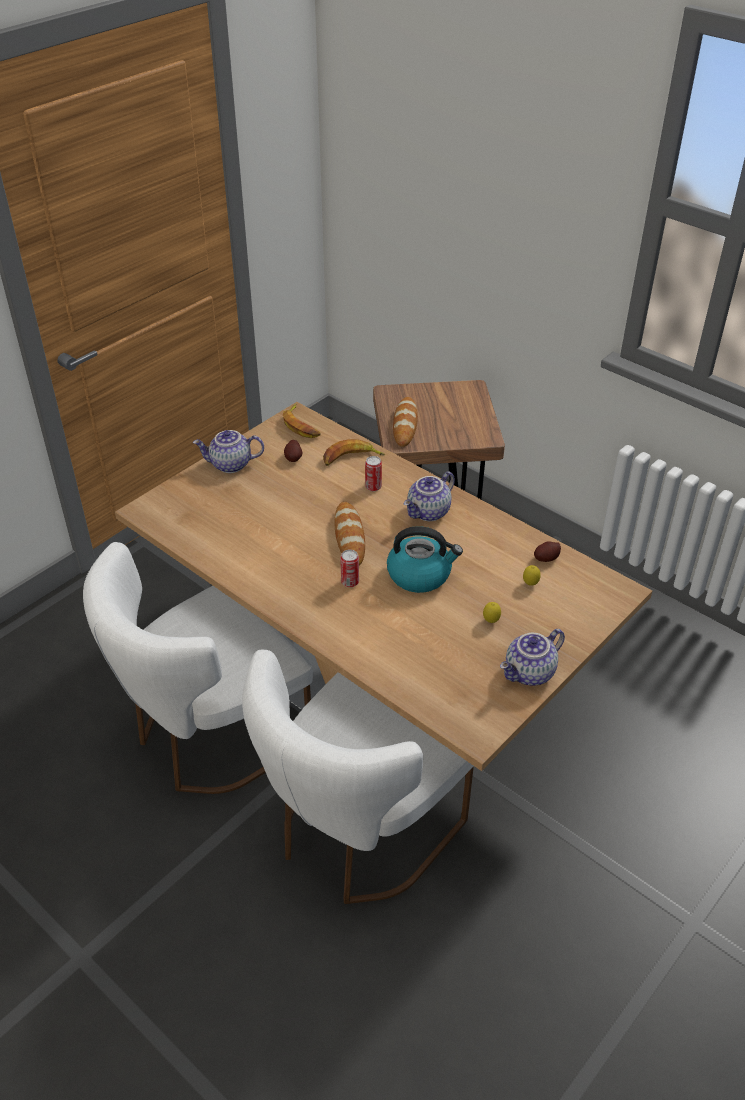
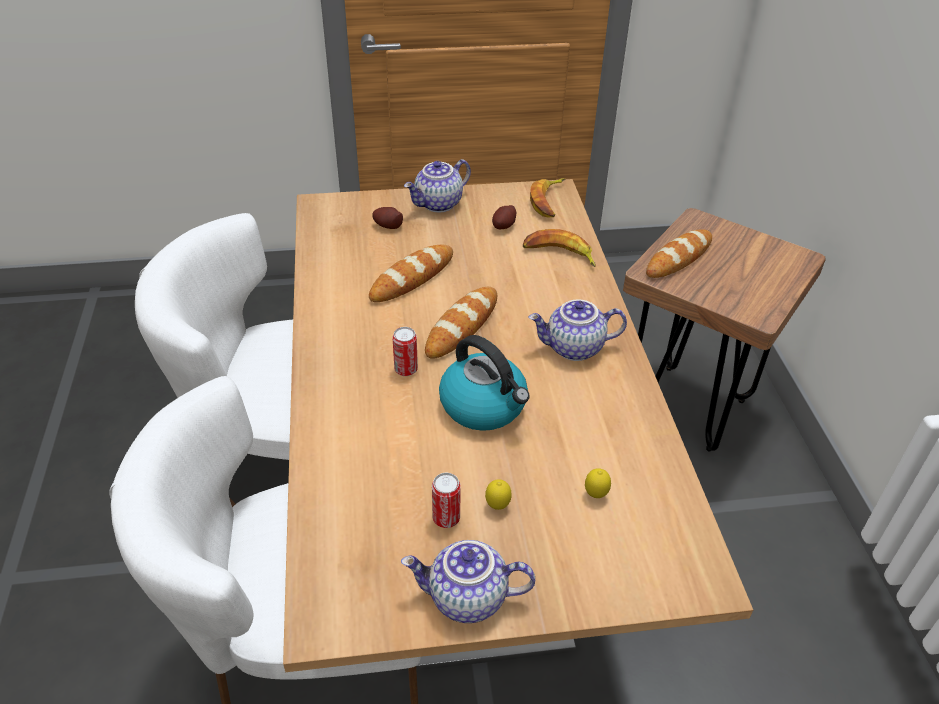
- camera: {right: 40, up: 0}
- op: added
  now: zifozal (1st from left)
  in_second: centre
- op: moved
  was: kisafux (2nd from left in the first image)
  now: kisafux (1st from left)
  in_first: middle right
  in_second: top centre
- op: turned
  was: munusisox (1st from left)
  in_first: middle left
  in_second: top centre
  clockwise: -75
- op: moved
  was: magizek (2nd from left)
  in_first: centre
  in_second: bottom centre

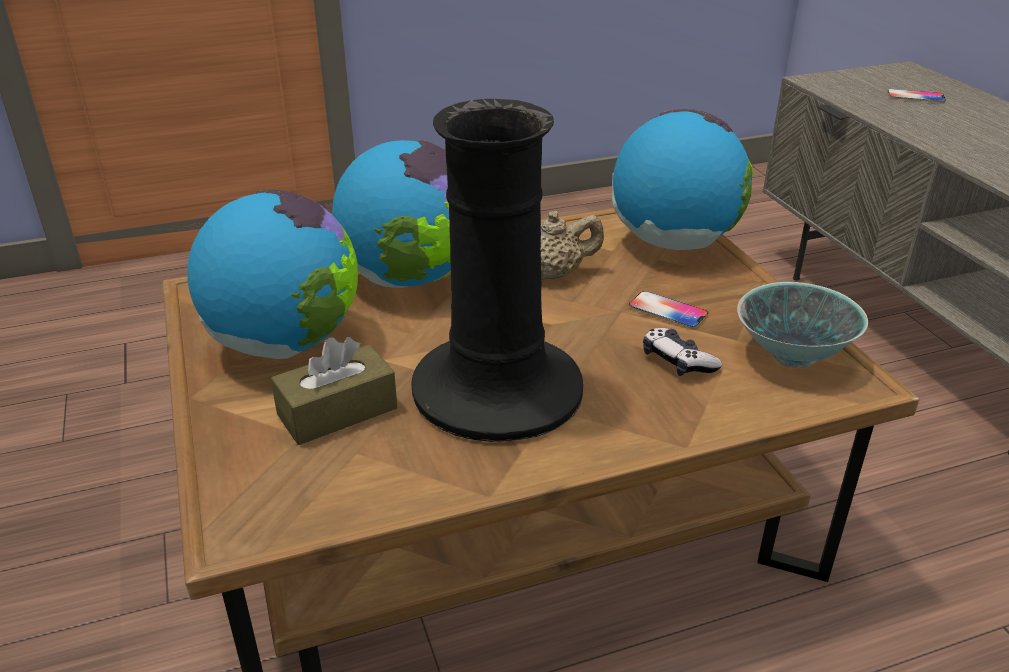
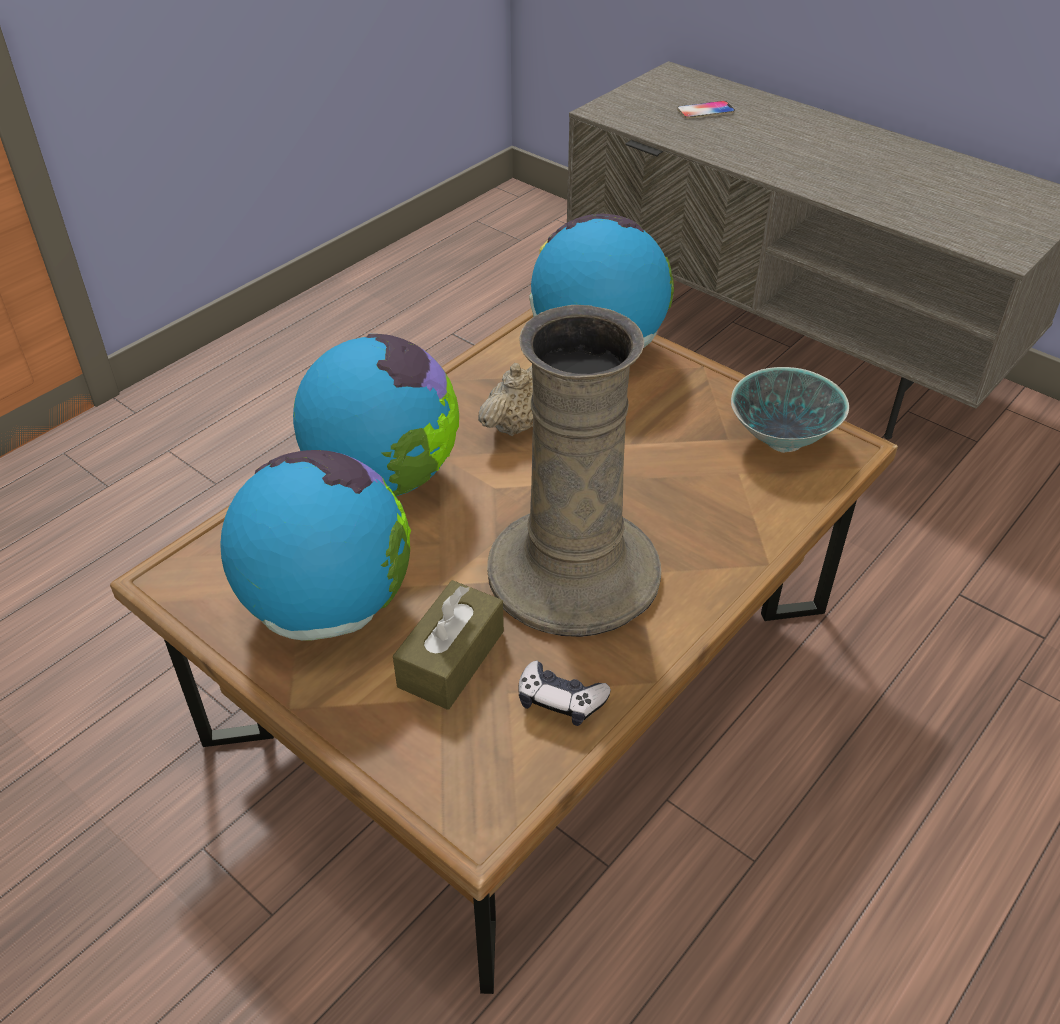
- camera: {right: -30, up: 10}
- op: recoloured
  was: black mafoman
  now: beige mafoman
  in_first: centre
  in_second: centre
- op: moved
  was: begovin
  in_first: middle right
  in_second: bottom centre
- op: removed
  was: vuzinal (1st from left)
  in_first: centre

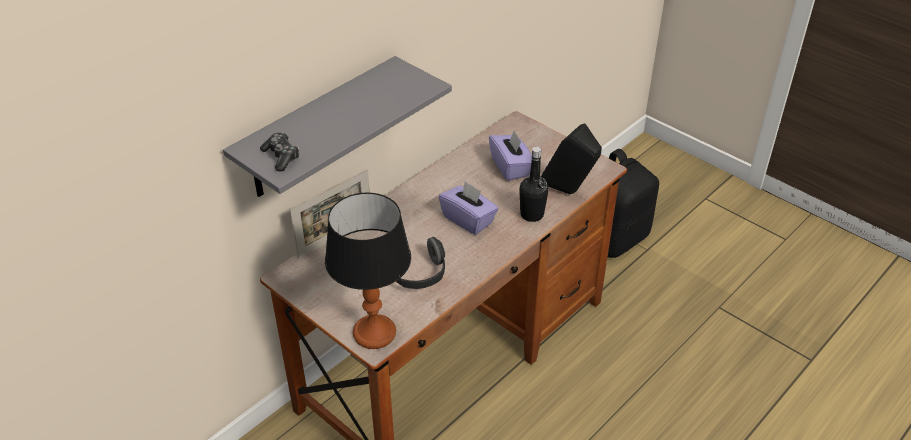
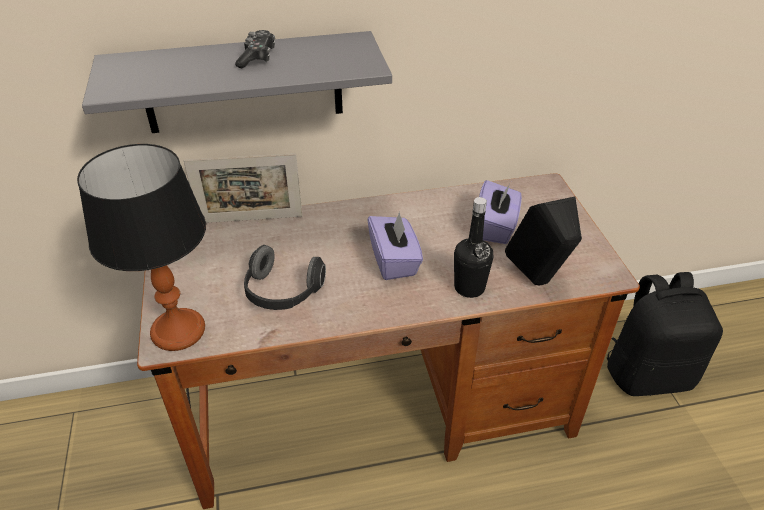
- camera: {right: 35, up: 0}
- op: moved
  was: begovin
  in_first: middle left
  in_second: top centre

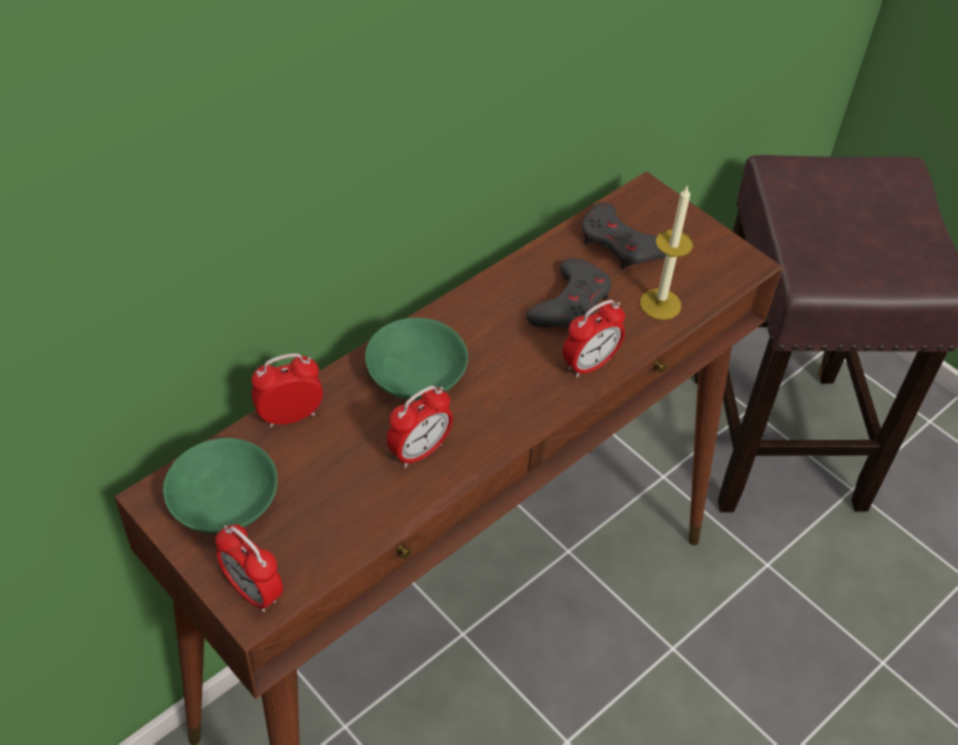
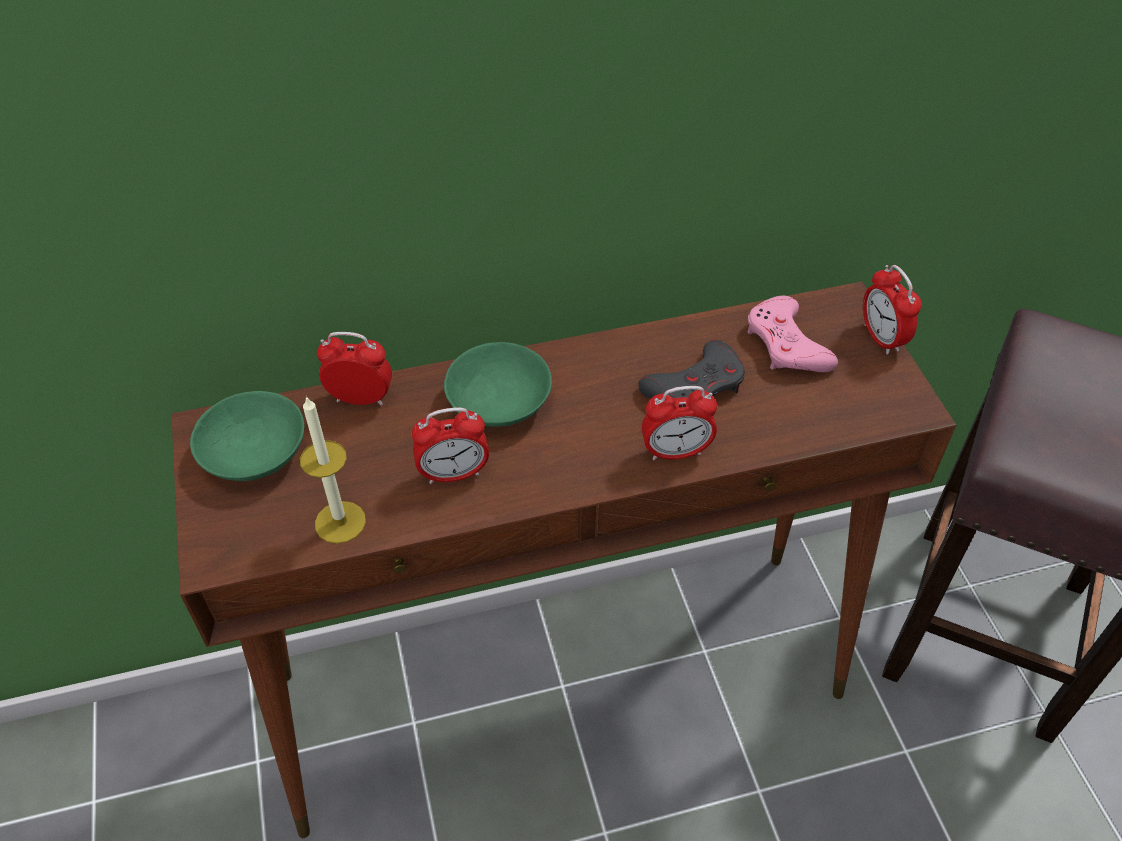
- camera: {right: 30, up: 0}
- op: moved
  was: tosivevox
  in_first: middle right
  in_second: middle left
- op: recoloured
  was: grey begovin (2nd from left)
  now: pink begovin
  in_first: top centre
  in_second: middle right
- op: moved
  was: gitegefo (1st from left in the first image)
  now: gitegefo (4th from left)
  in_first: bottom left
  in_second: middle right

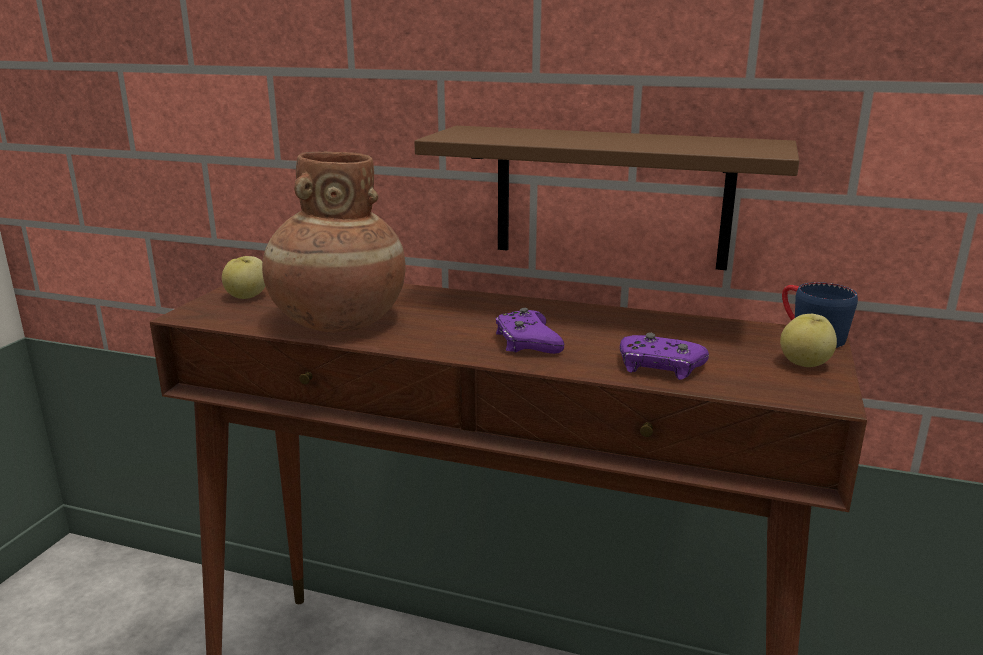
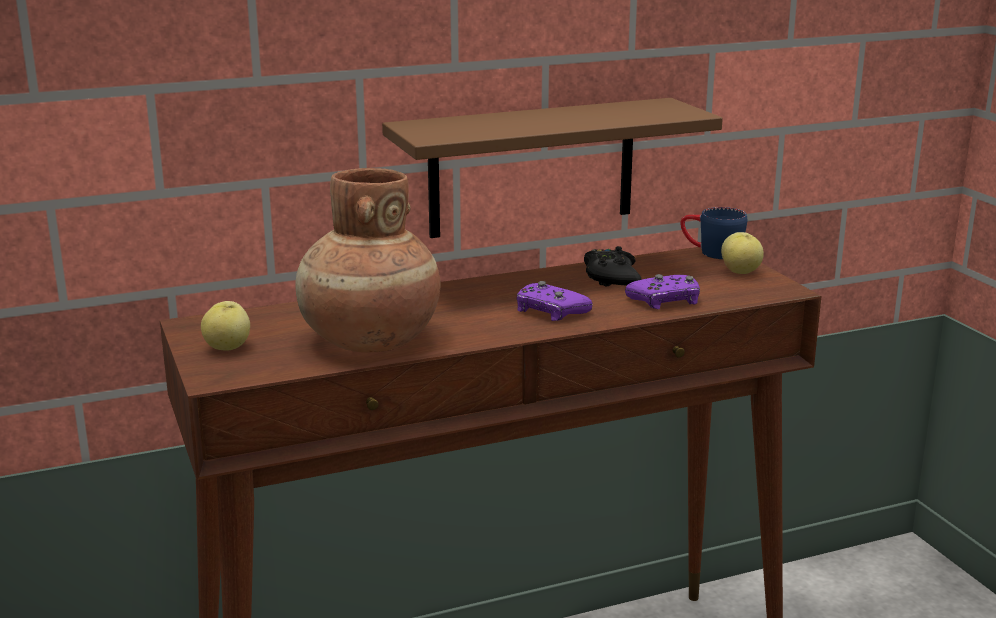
- camera: {right: -40, up: 0}
- op: added
  now: black begovin
  in_second: centre

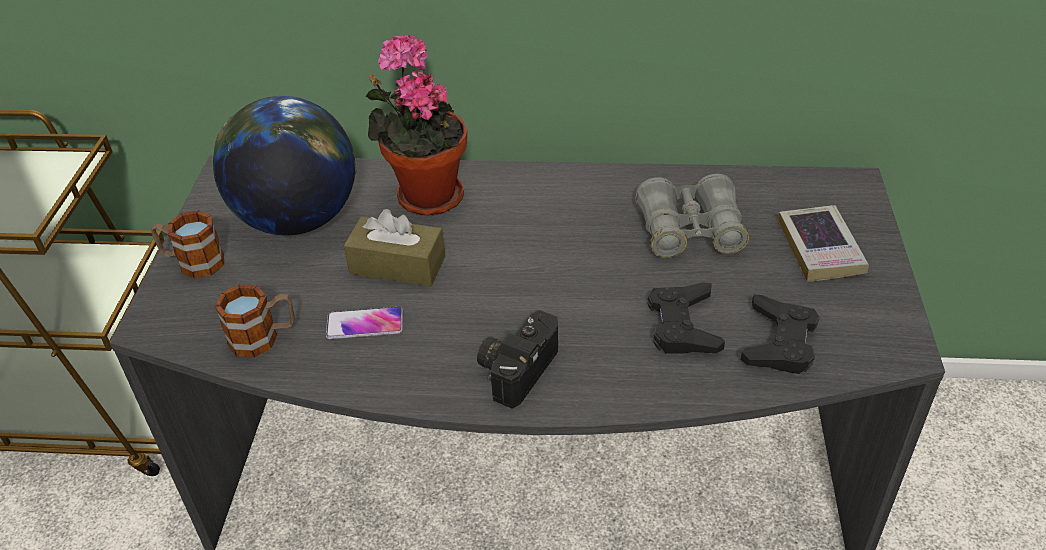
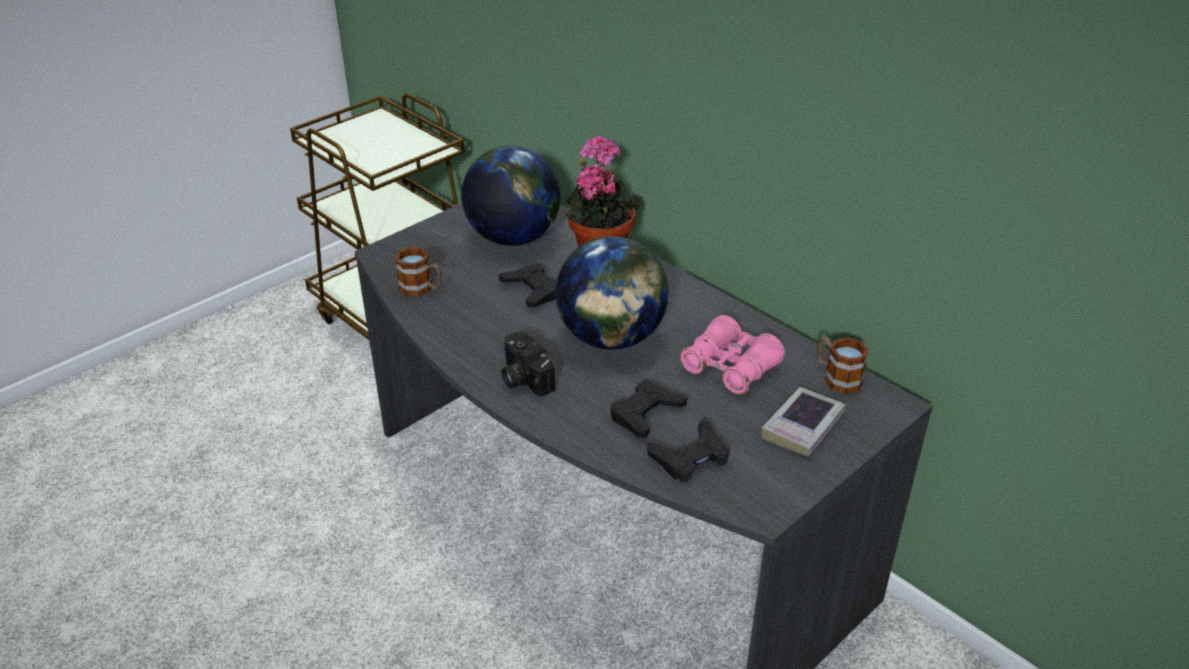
- camera: {right: 40, up: -5}
- op: replaced
  was: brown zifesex
  now: black begovin (1st from left)
  in_first: centre
  in_second: centre
- op: turned
  was: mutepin
  in_first: centre
  in_second: centre
  clockwise: -105
- op: added
  now: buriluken (2nd from left)
  in_second: centre
- op: recoloured
  was: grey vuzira
  now: pink vuzira
  in_first: centre
  in_second: centre
- op: moved
  was: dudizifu (1st from left in the first image)
  now: dudizifu (2nd from left)
  in_first: middle left
  in_second: middle right
- op: removed
  was: vuzinal
  in_first: centre

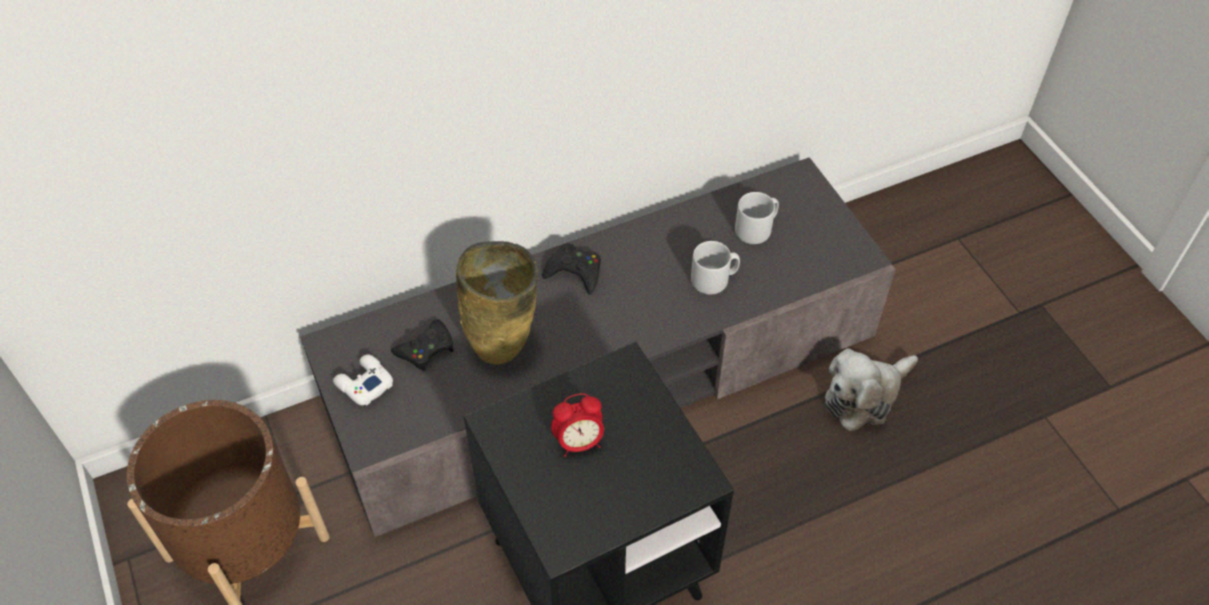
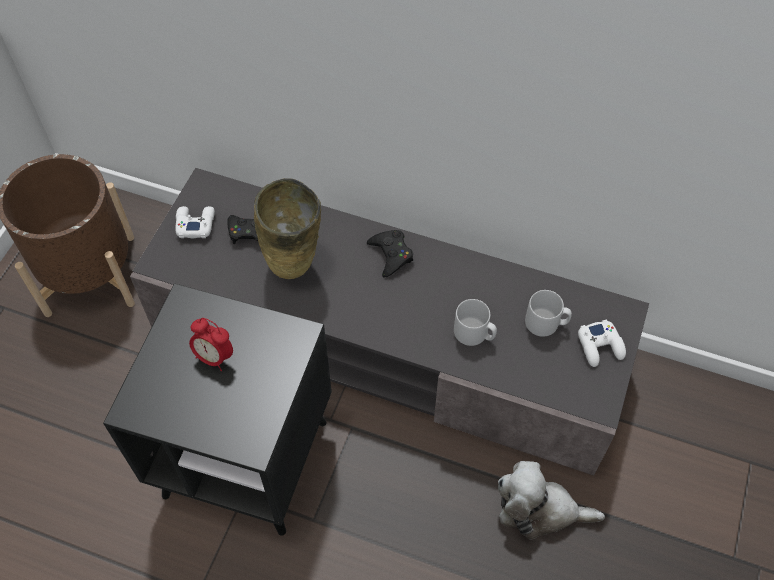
- camera: {right: 45, up: 5}
- op: added
  now: white begovin (2nd from left)
  in_second: middle right

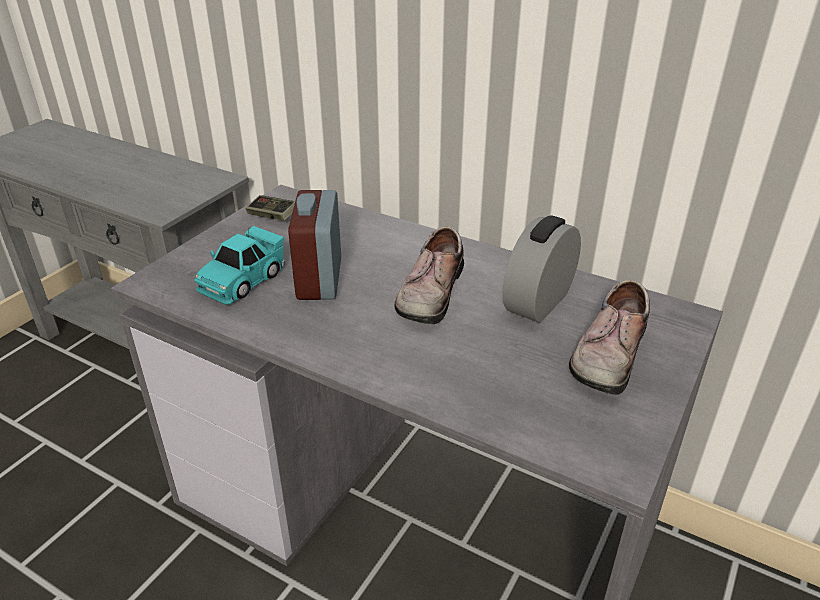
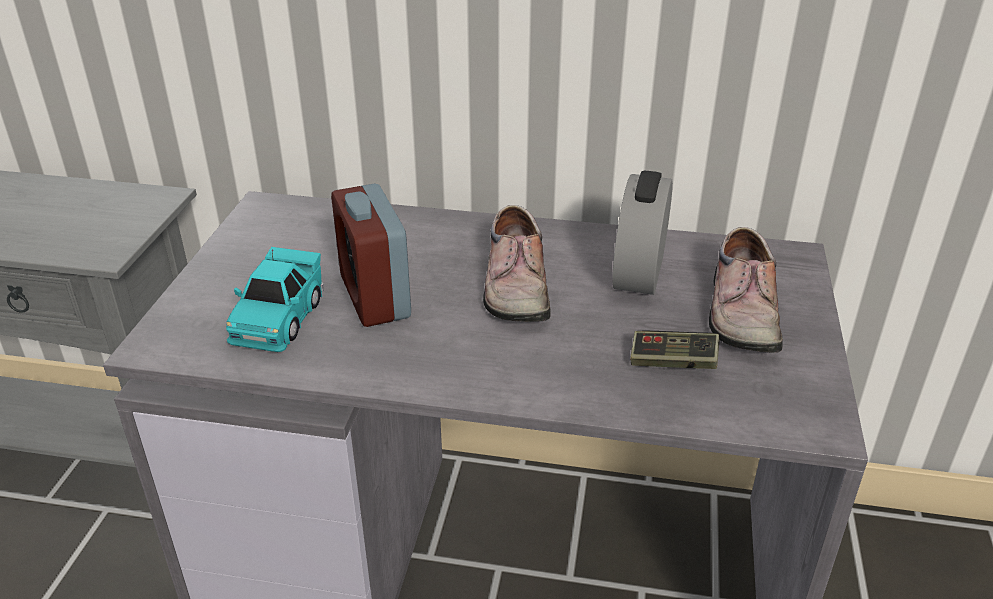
- camera: {right: -20, up: 0}
- op: moved
  was: begovin
  in_first: middle left
  in_second: middle right

